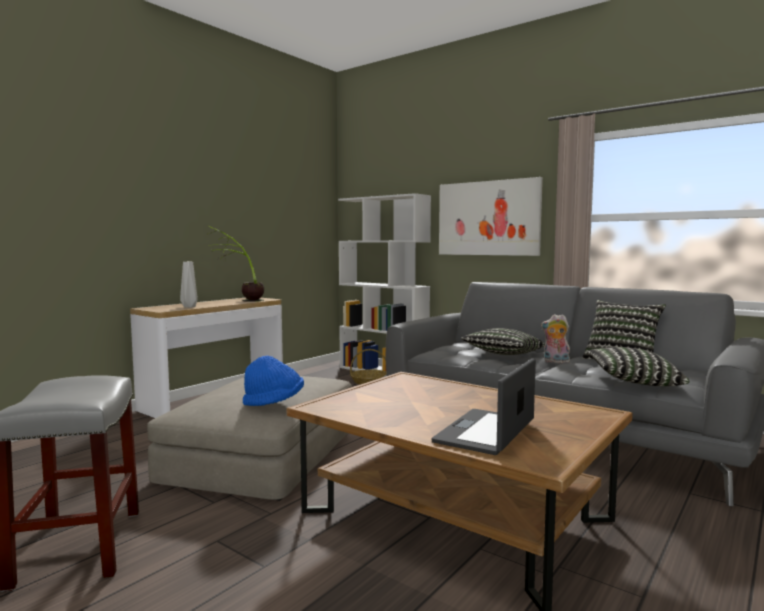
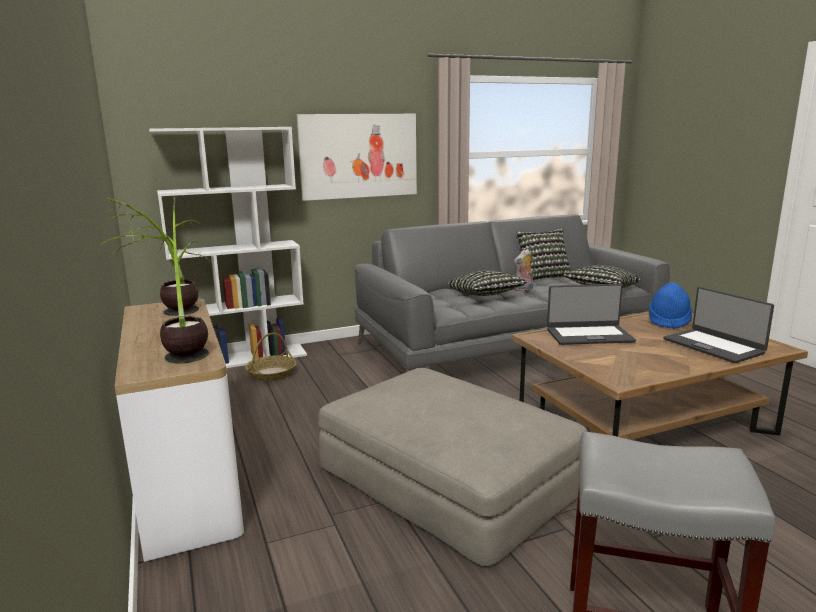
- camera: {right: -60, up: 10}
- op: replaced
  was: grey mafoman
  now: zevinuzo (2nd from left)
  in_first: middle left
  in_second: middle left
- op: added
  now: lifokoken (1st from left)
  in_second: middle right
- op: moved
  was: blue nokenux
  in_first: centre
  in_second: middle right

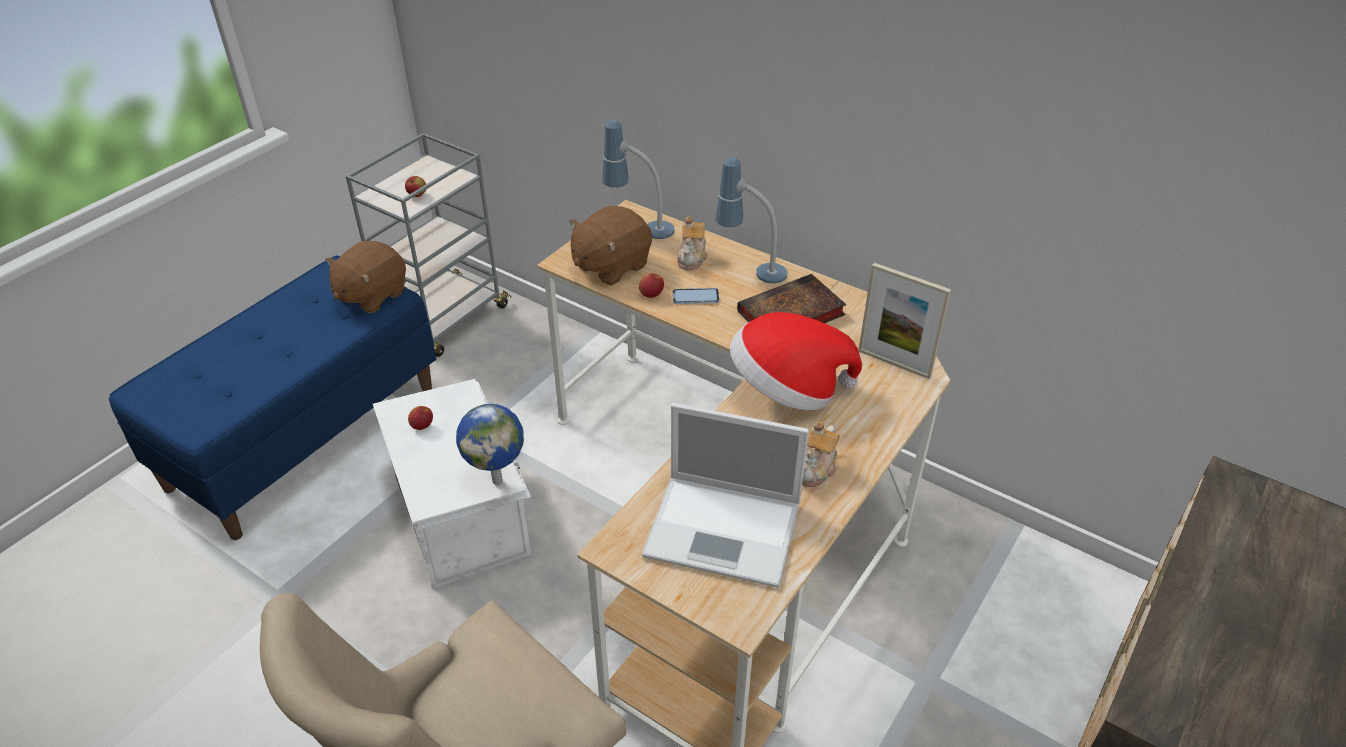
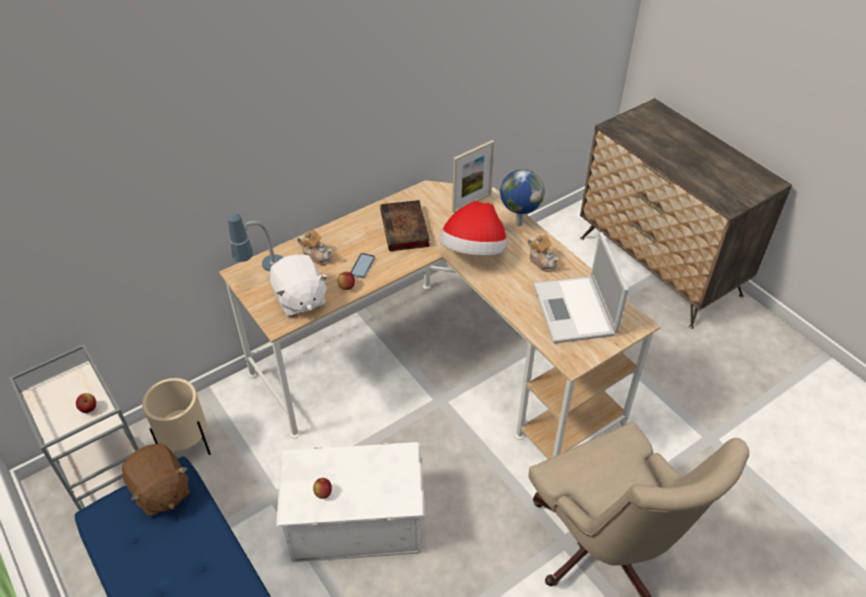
- camera: {right: -70, up: 5}
- op: added
  now: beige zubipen
  in_second: bottom left
- op: recoloured
  was: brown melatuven (2nd from left)
  now: white melatuven
  in_first: top centre
  in_second: centre
- op: moved
  was: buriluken
  in_first: centre
  in_second: top centre
- op: turned
  was: lifokoken
  in_first: centre
  in_second: middle right
  clockwise: 135
- op: removed
  was: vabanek (2nd from left)
  in_first: top centre

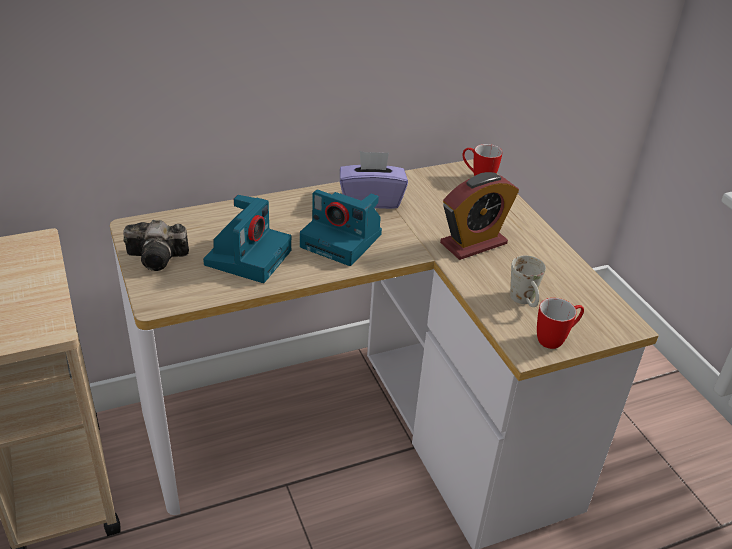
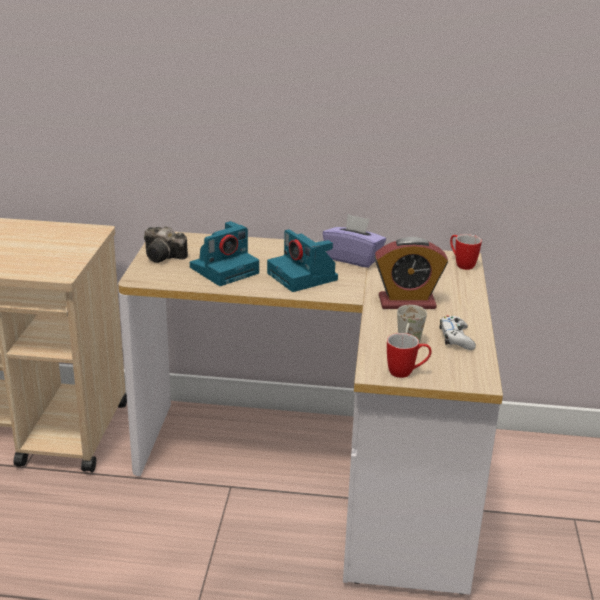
- camera: {right: 30, up: -10}
- op: added
  now: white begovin
  in_second: middle right

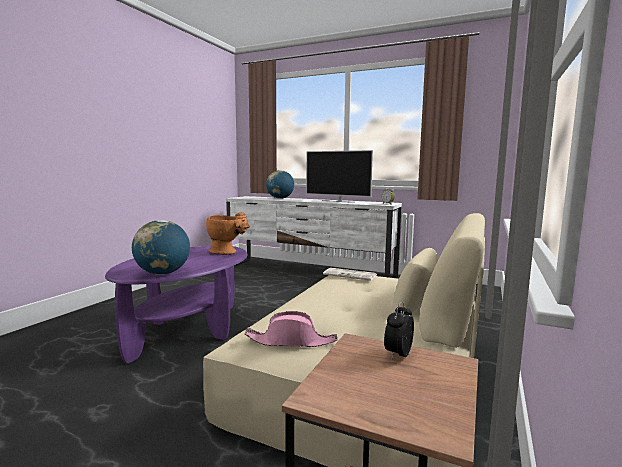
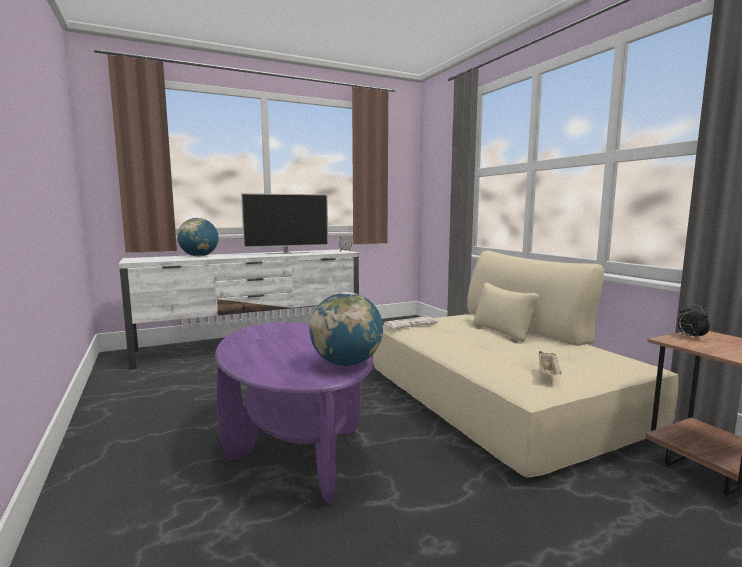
- camera: {right: -50, up: 0}
- op: replaced
  was: pink nokenux
  now: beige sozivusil
  in_first: bottom centre
  in_second: middle right
- op: removed
  was: orange mafoman
  in_first: centre

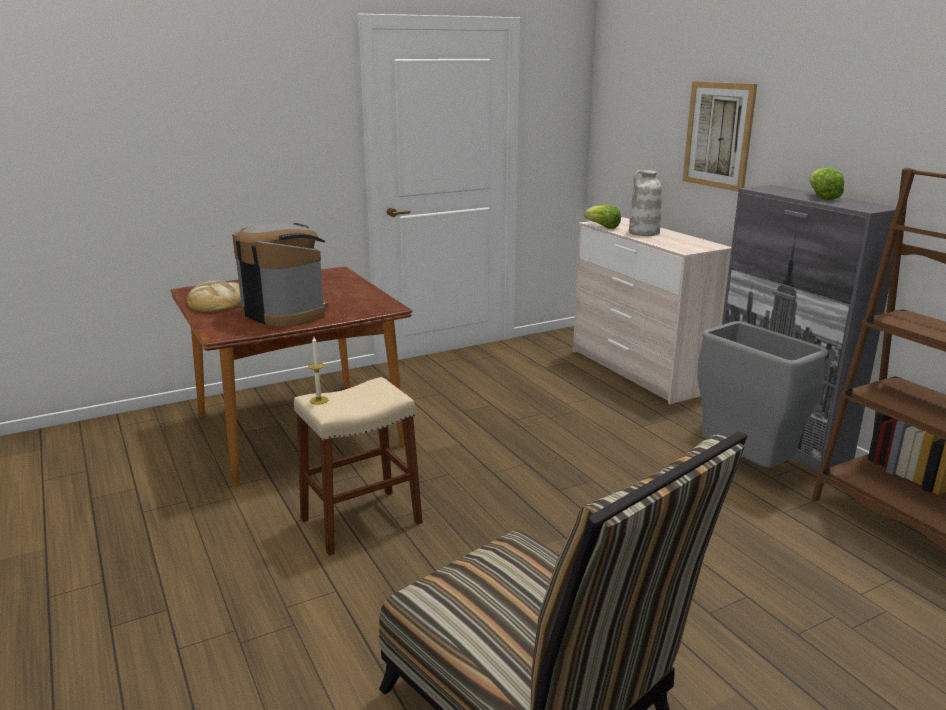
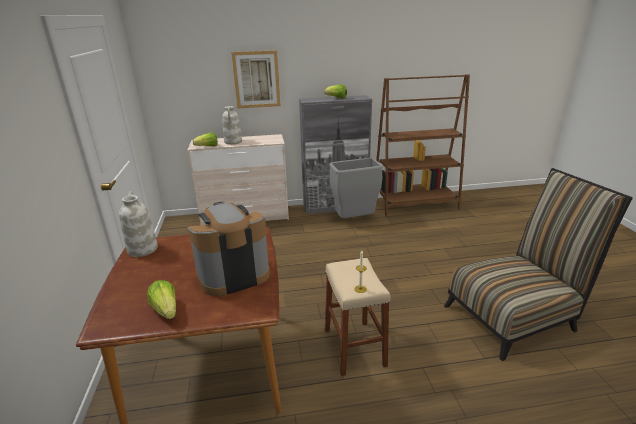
- camera: {right: -70, up: 5}
- op: added
  now: white mafoman (1st from left)
  in_second: middle left
- op: replaced
  was: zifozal
  now: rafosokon (1st from left)
  in_first: middle left
  in_second: bottom left

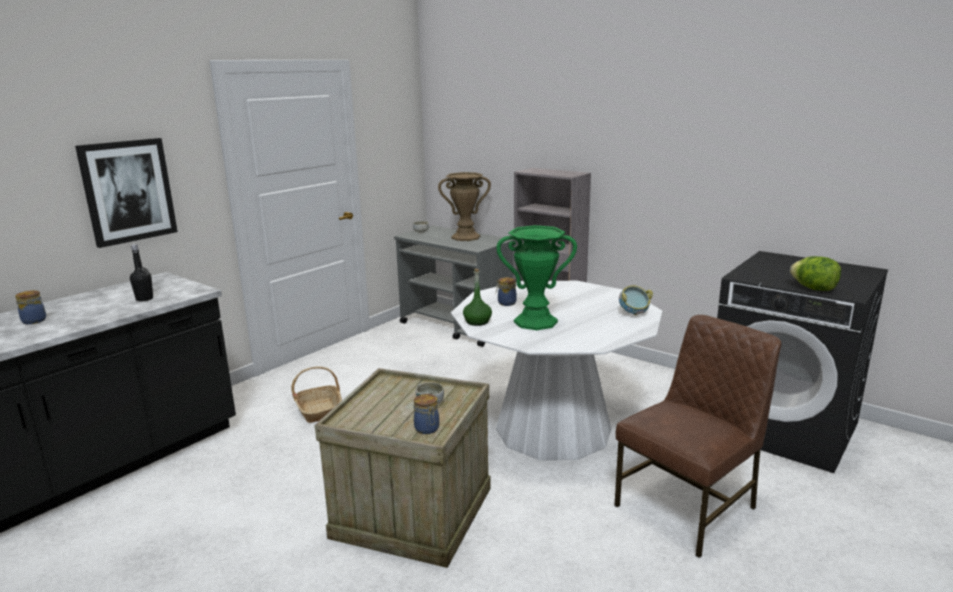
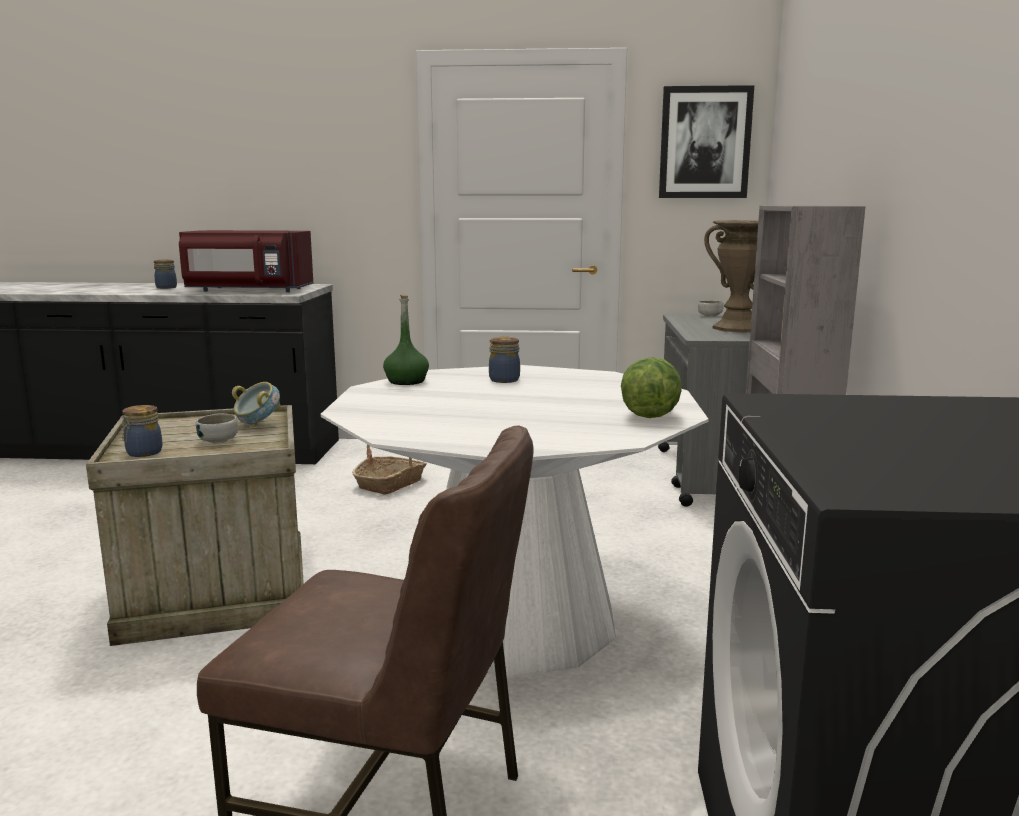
- camera: {right: 55, up: -5}
- op: replaced
  was: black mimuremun
  now: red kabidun
  in_first: middle left
  in_second: top left
- op: moved
  was: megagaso (3rd from left in the first image)
  now: megagaso (2nd from left)
  in_first: middle right
  in_second: middle left
- op: moved
  was: rafosokon
  in_first: middle right
  in_second: centre
- op: moved
  was: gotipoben
  in_first: top left
  in_second: top right
- op: removed
  was: green mafoman
  in_first: centre

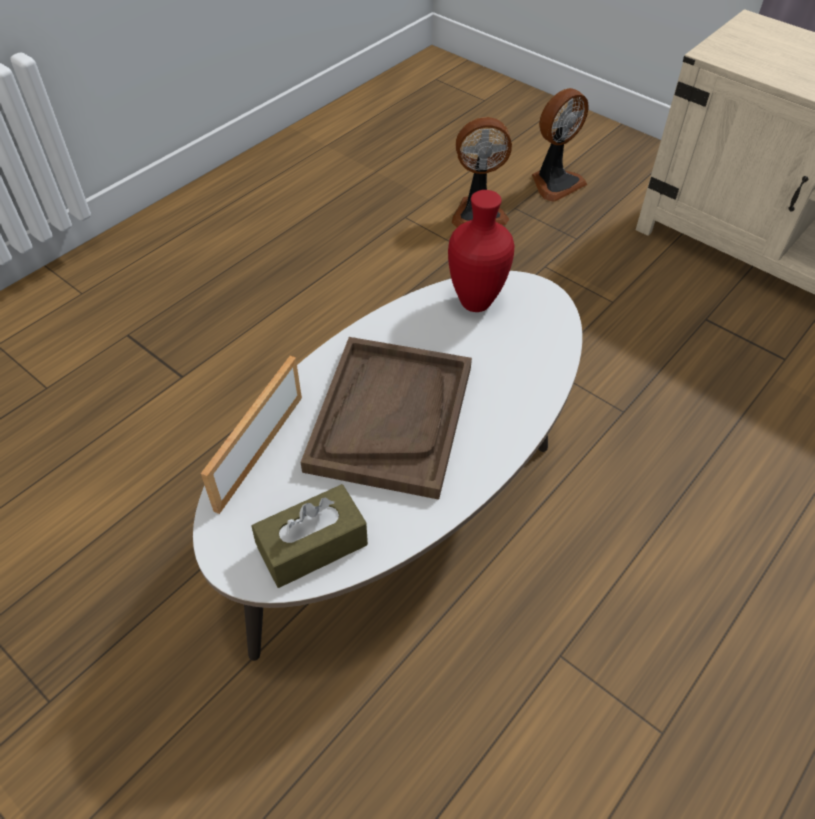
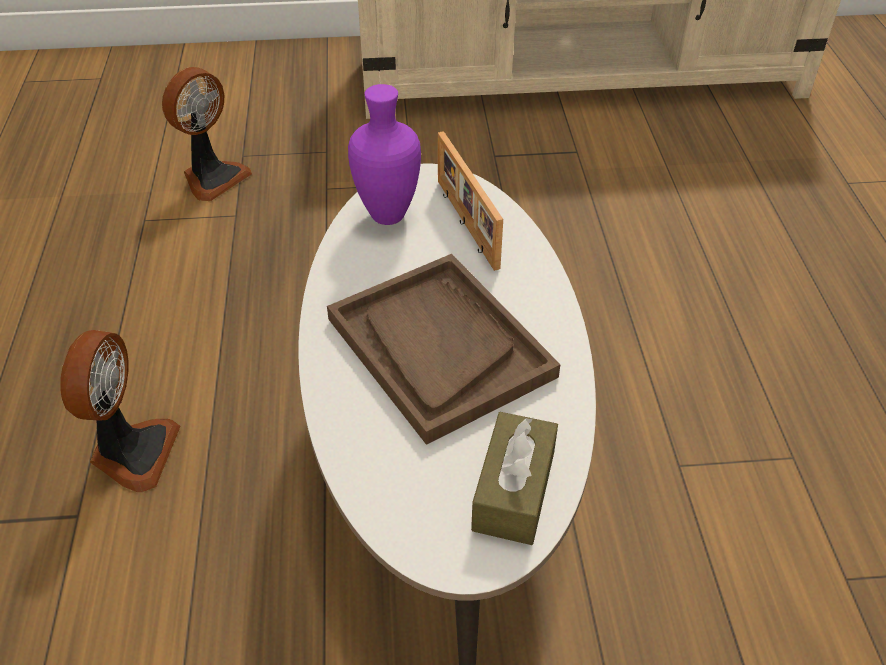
- camera: {right: -45, up: -5}
- op: moved
  was: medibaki (2nd from left in the first image)
  now: medibaki (1st from left)
  in_first: top right
  in_second: middle left
- op: recoloured
  was: red mafoman
  now: purple mafoman
  in_first: top centre
  in_second: top centre
- op: moved
  was: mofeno
  in_first: middle left
  in_second: top centre

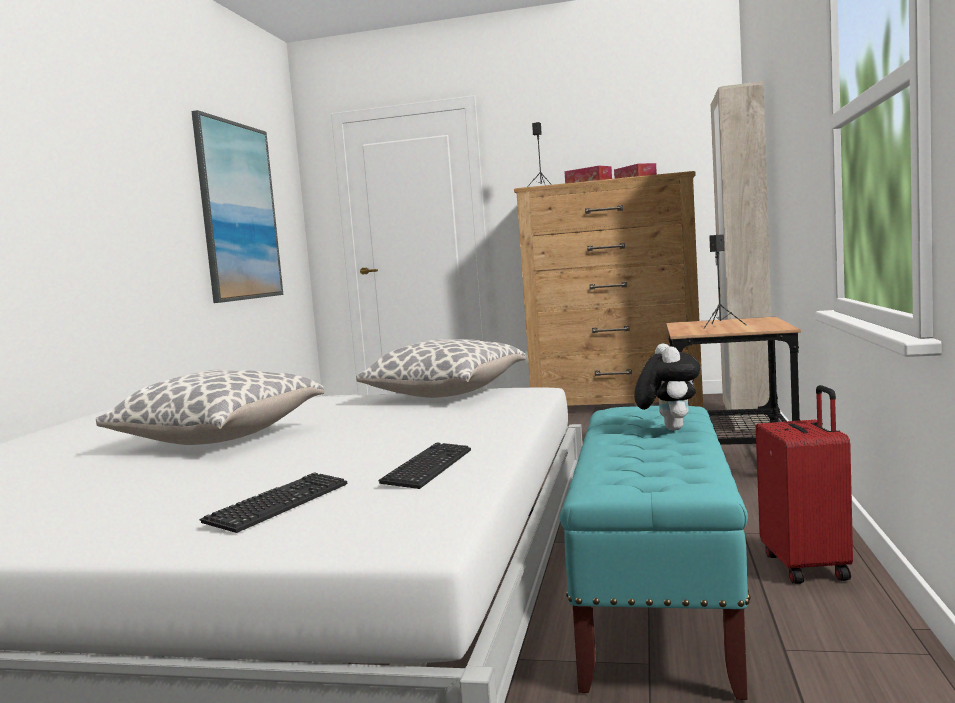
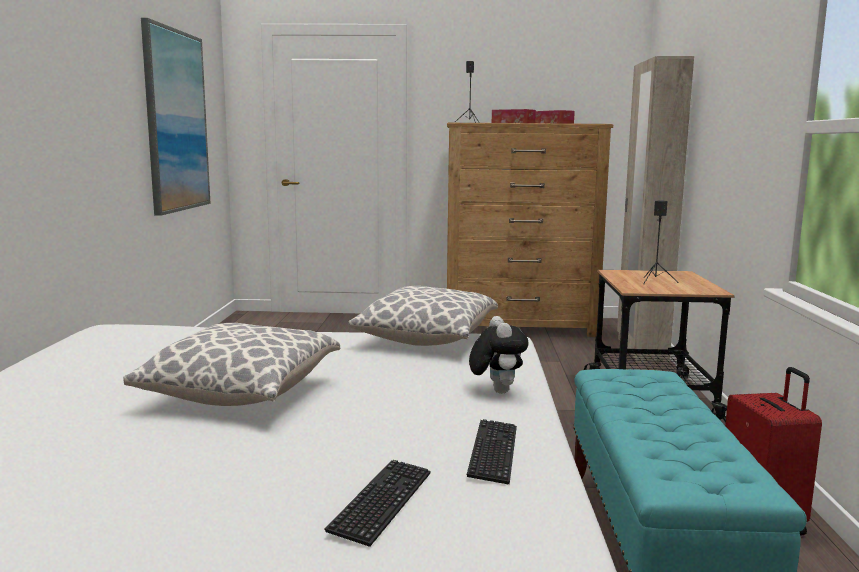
- camera: {right: -10, up: 5}
- op: moved
  was: melatuven
  in_first: middle right
  in_second: centre

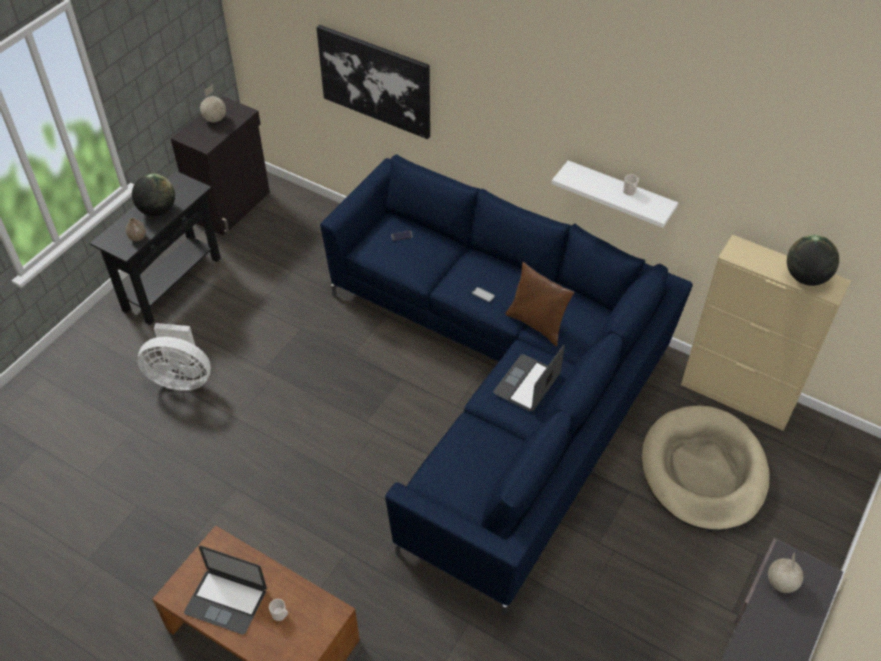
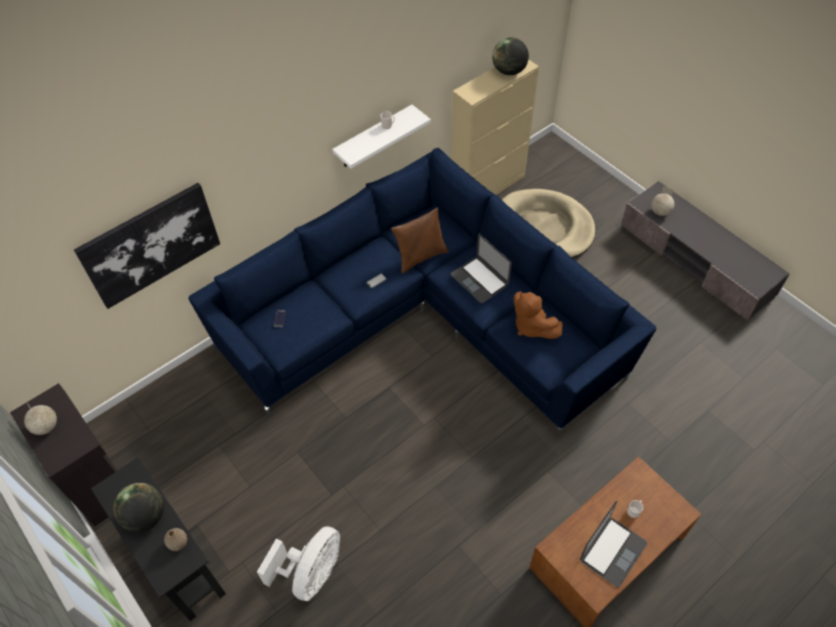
- camera: {right: -70, up: 5}
- op: added
  now: brown melatuven
  in_second: centre

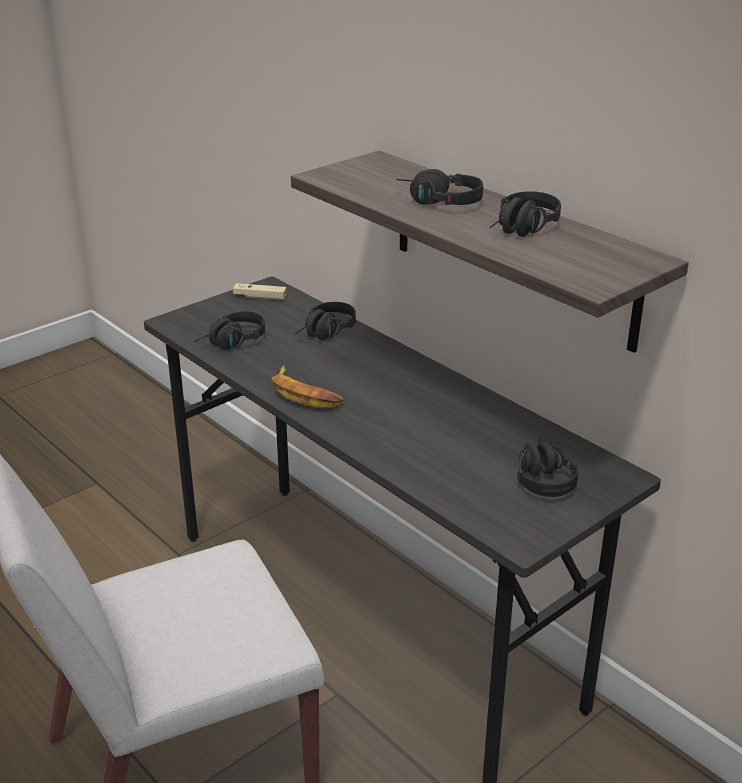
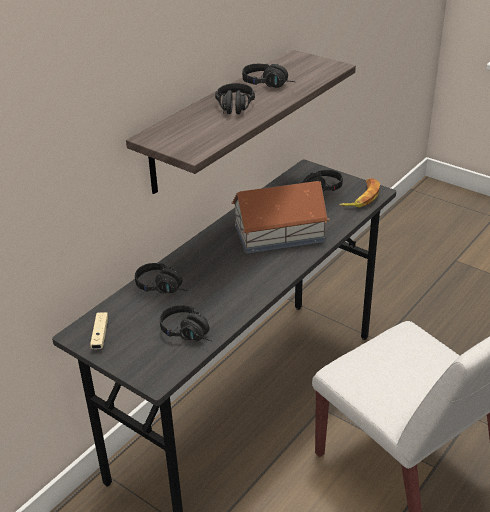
- camera: {right: -100, up: 5}
- op: added
  now: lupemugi
  in_second: centre
- op: moved
  was: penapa
  in_first: centre
  in_second: middle right

